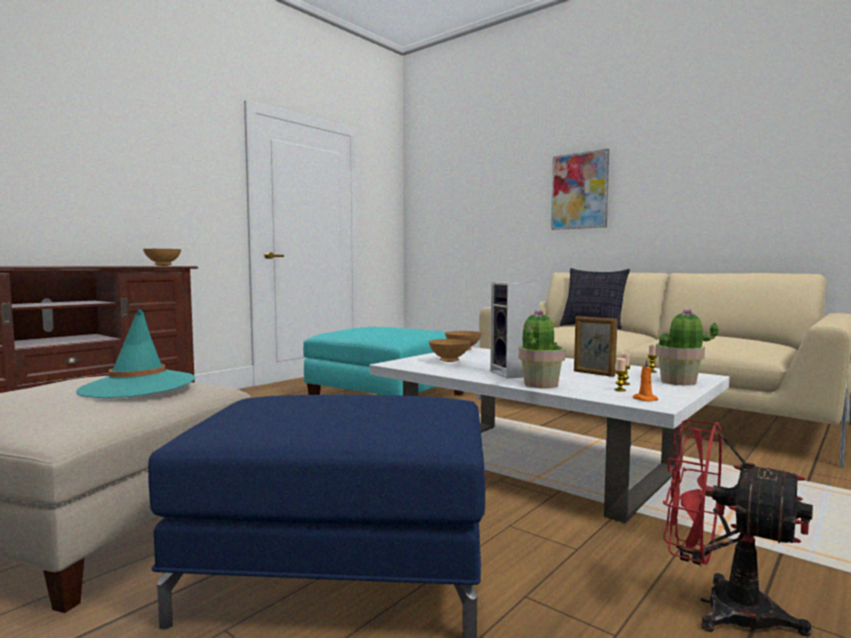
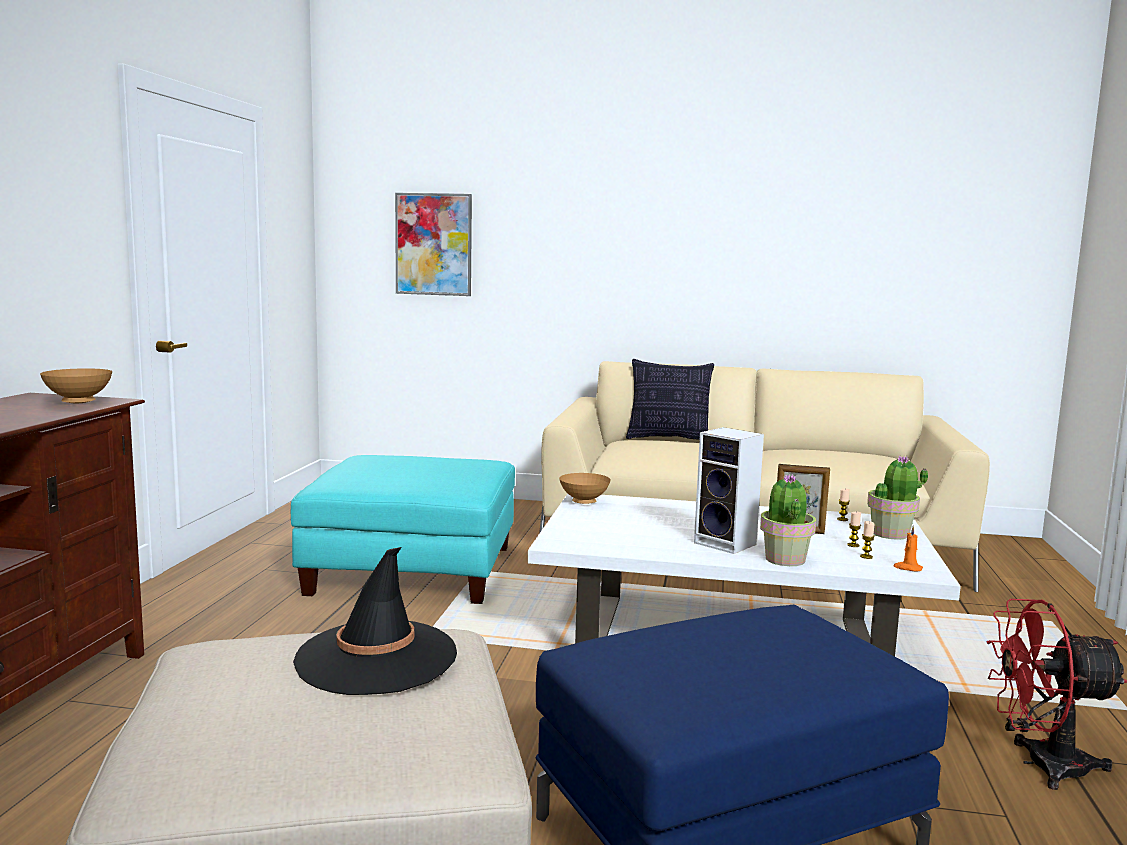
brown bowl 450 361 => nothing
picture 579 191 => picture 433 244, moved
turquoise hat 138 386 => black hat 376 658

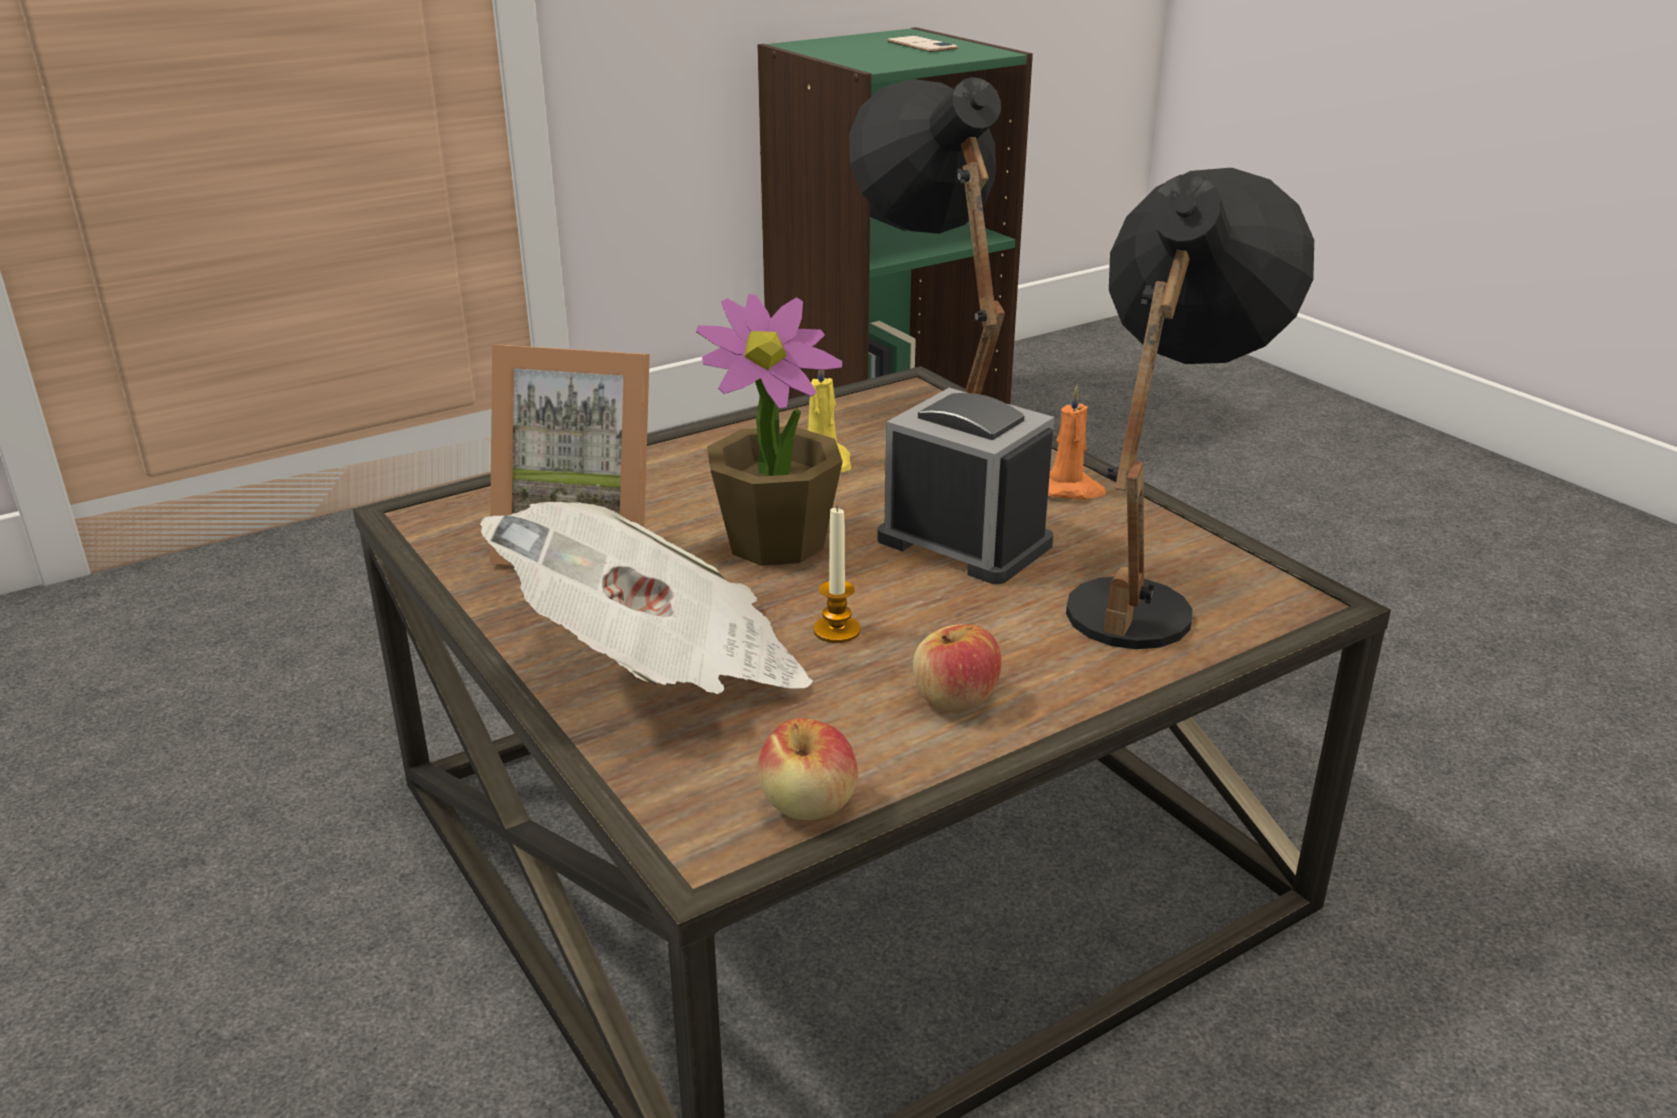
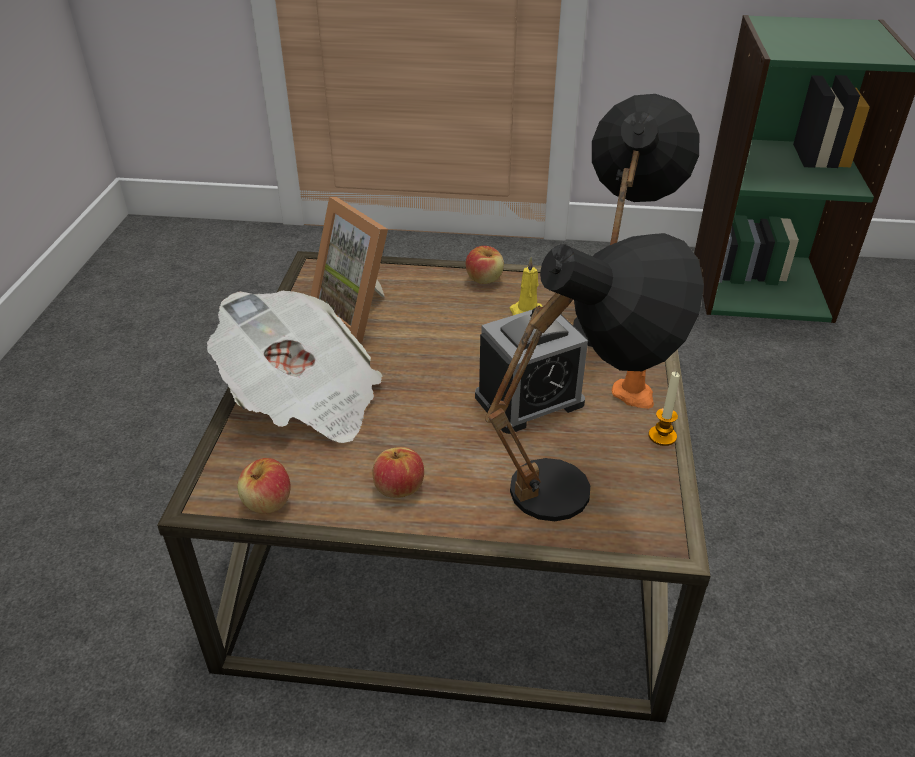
potted plant 776 542 => nothing
phone 922 45 => nothing
nothing => apple 484 278
candle 836 630 => candle 662 436, moved
alarm clock 964 542 => alarm clock 529 400, 75 degrees clockwise

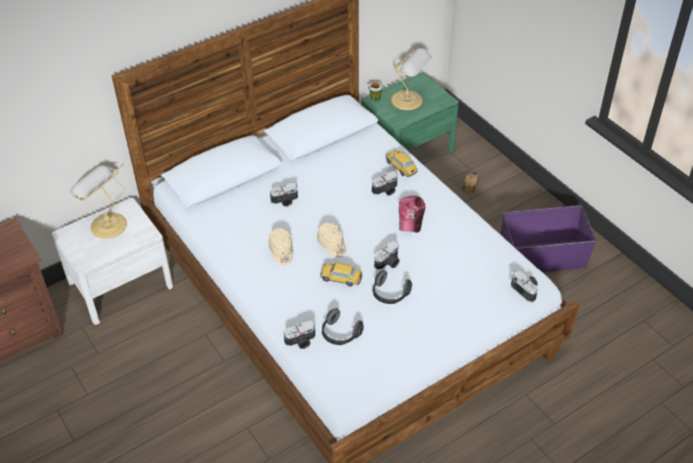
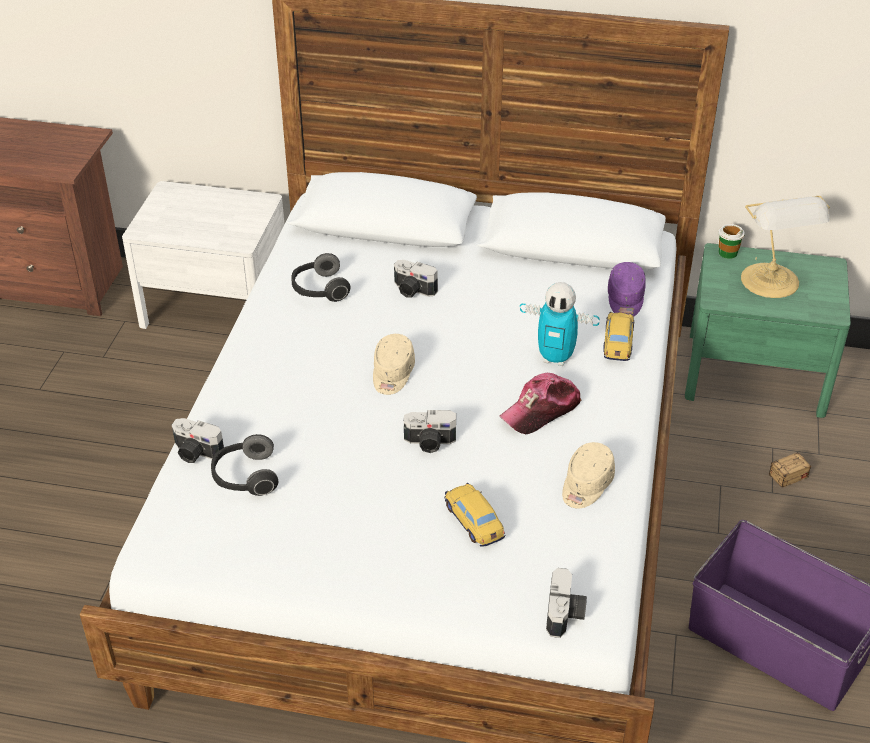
table lamp 107 225 => nothing
nothing => purple cap 625 299
beige cap 281 251 => beige cap 586 485, moved
toy car 341 278 => toy car 474 522, moved
headphones 389 294 => headphones 319 290, moved
photo camera 386 191 => toy robot 555 358

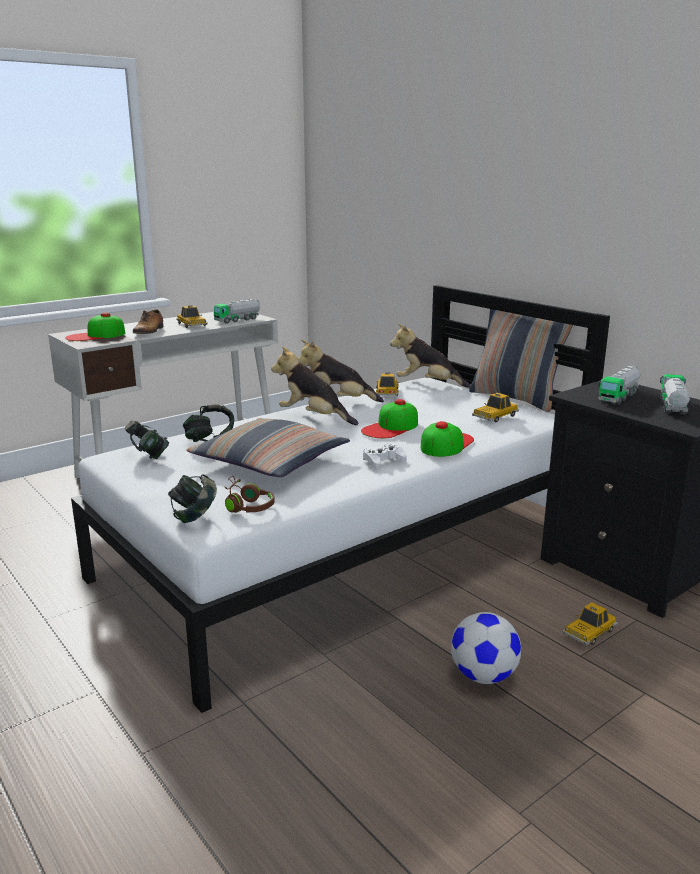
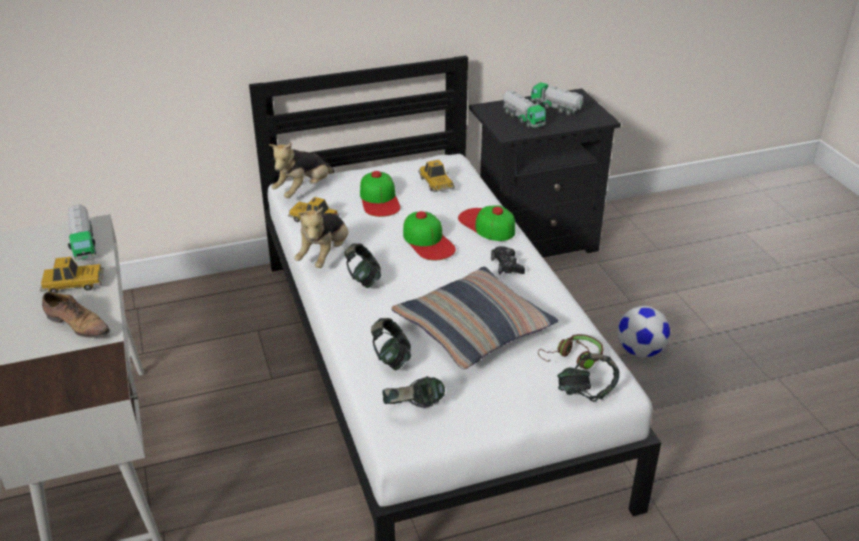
pillow 515 398 => nothing
toy car 589 632 => nothing
cap 95 335 => cap 379 199, moved
plush toy 313 418 => headphones 363 279
white game controller 383 461 => black game controller 507 265

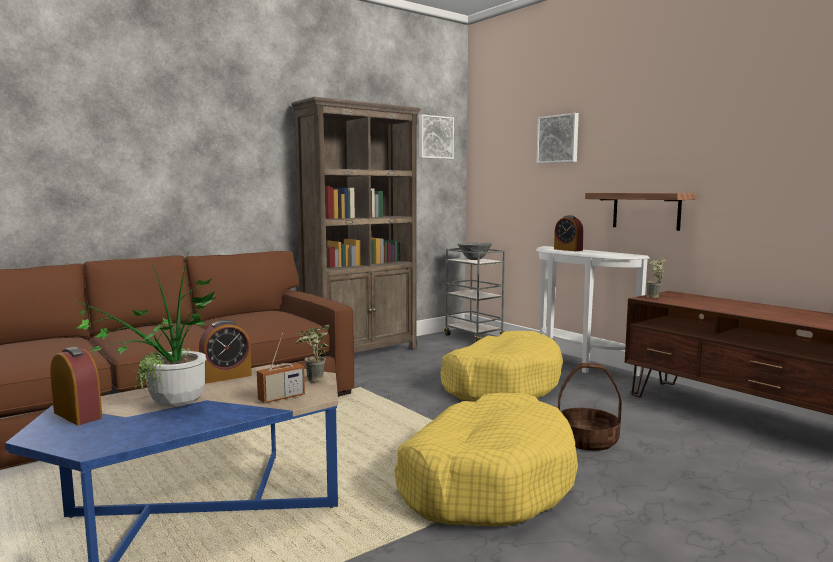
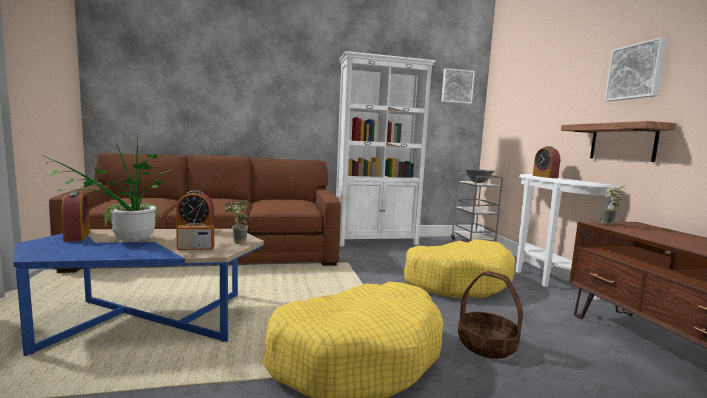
picture 558 139 => picture 636 72, moved
brown bookcase 361 353 => white bookcase 376 241

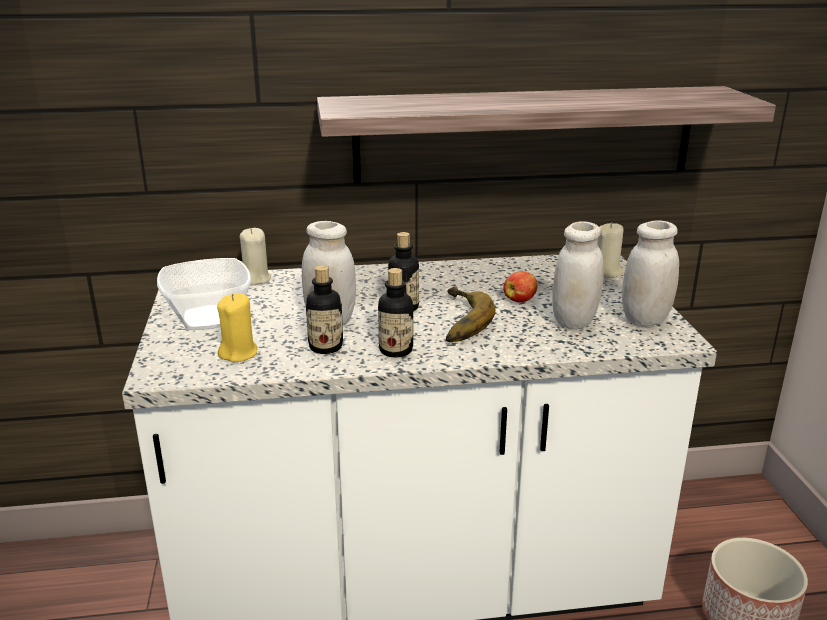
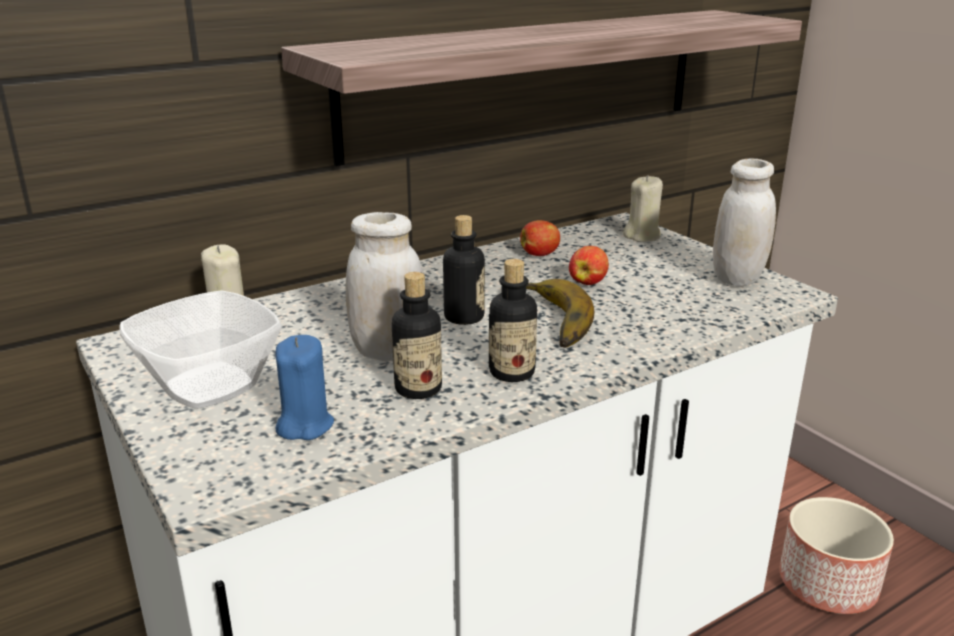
white jar 574 322 => nothing
nothing => apple 540 254
yellow candle 239 353 => blue candle 304 425

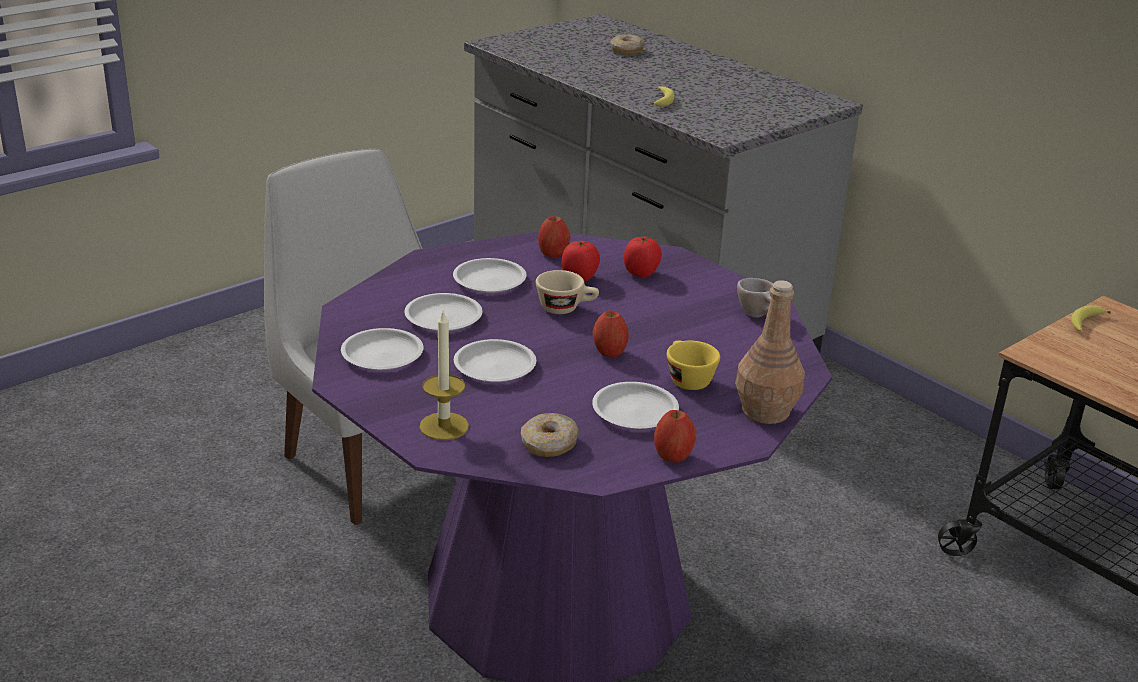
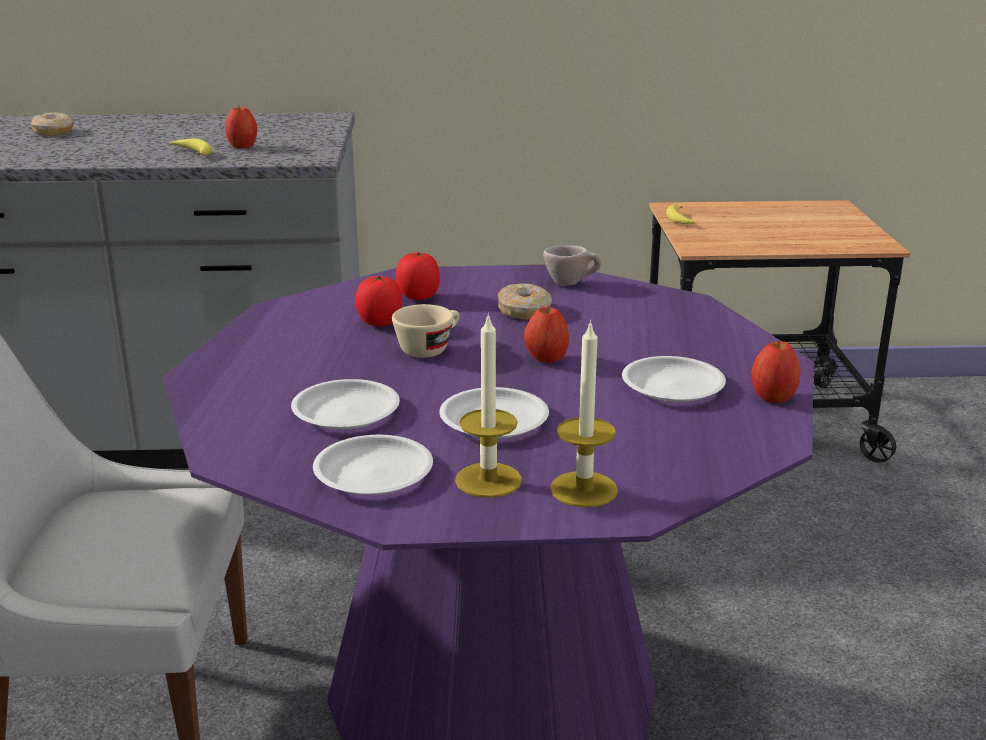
white plate 490 280 => nothing
yellow cup 686 378 => nothing
brown bottle 766 411 => nothing
nothing => candle 488 480
donut 549 444 => donut 524 311, moved
apple 553 253 => apple 243 146, moved

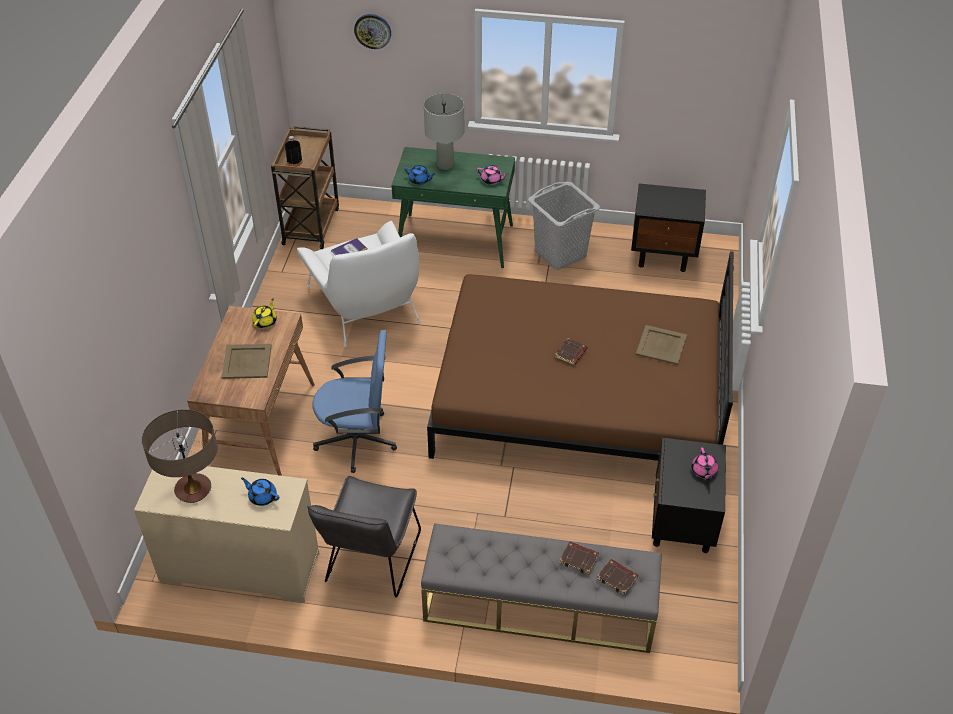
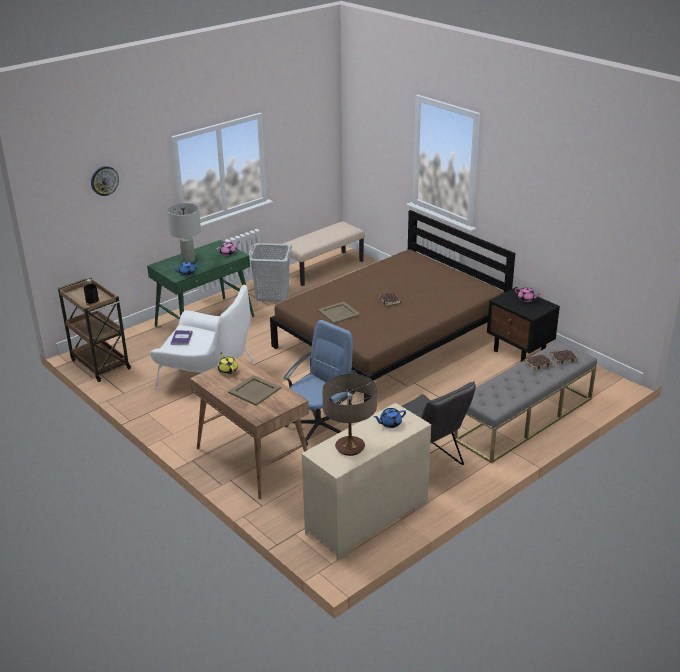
beige tray 660 345 => beige tray 338 313, moved
black nightstand 663 255 => beige bench 323 268

